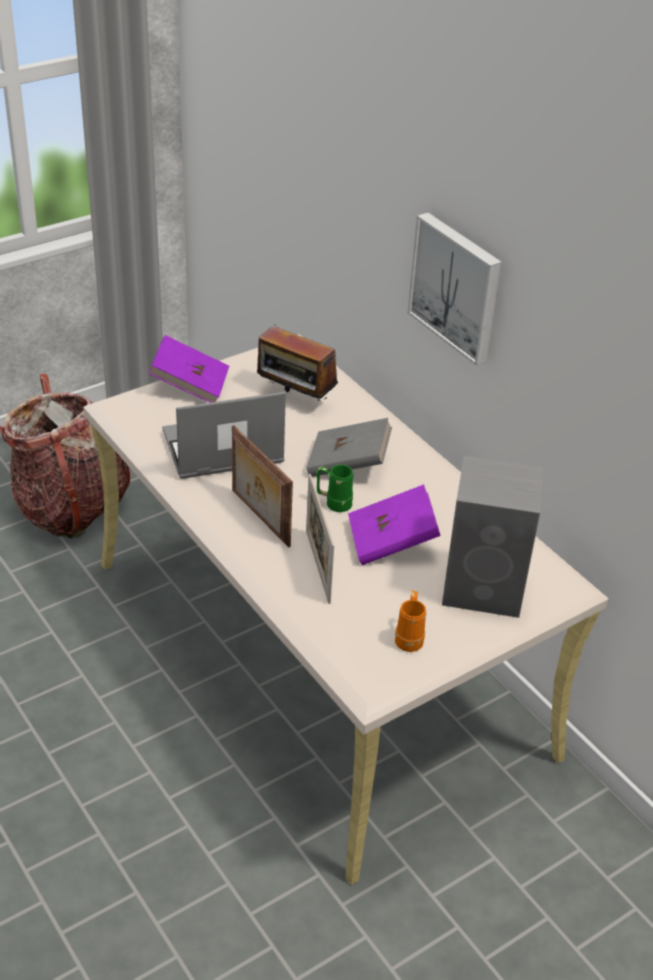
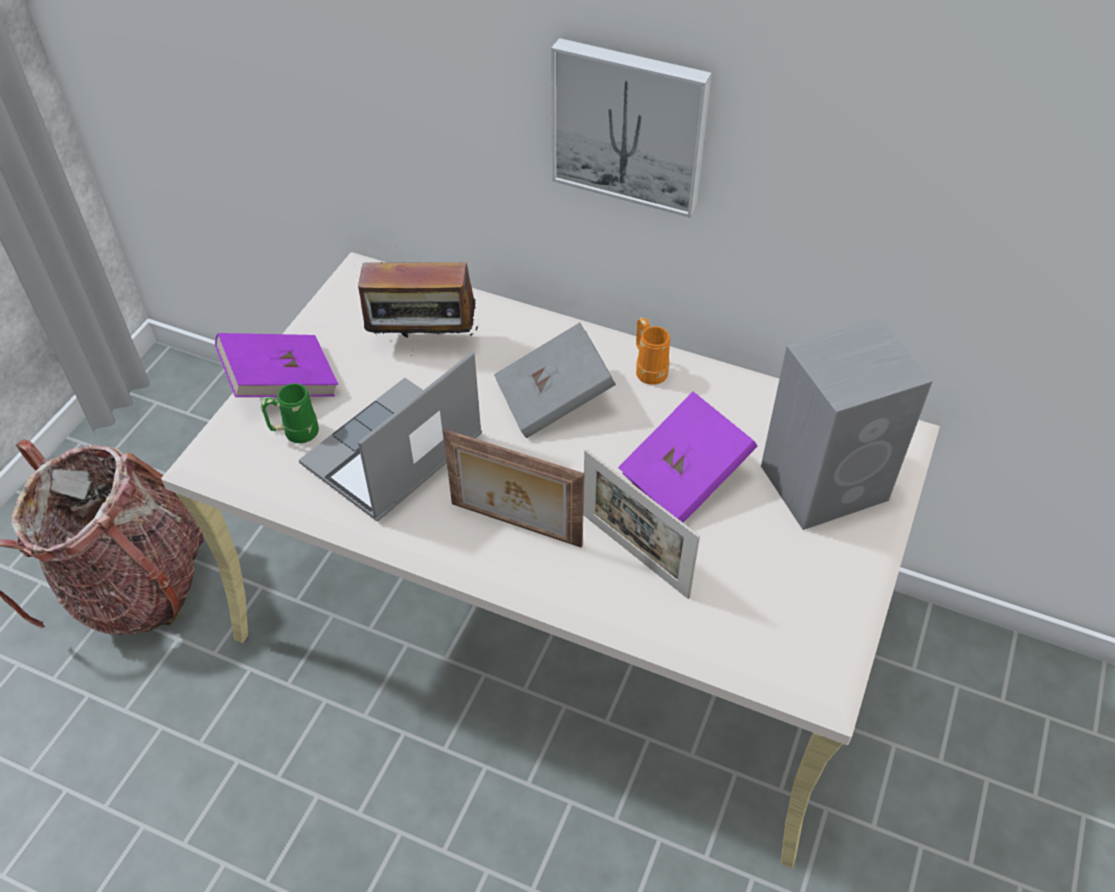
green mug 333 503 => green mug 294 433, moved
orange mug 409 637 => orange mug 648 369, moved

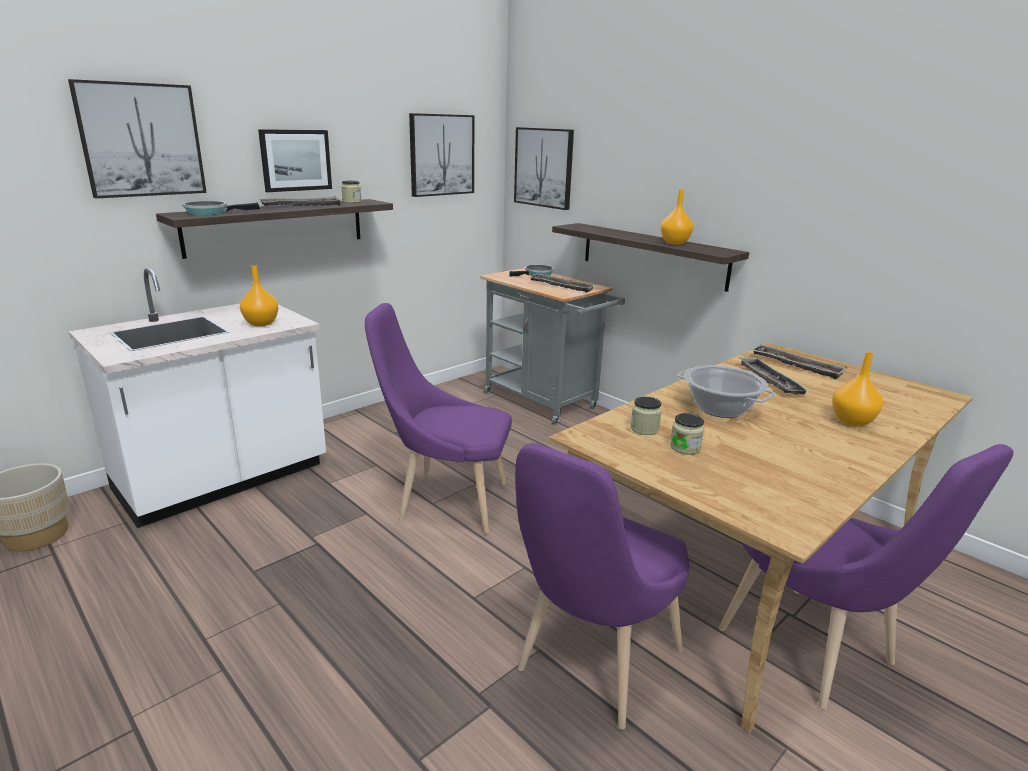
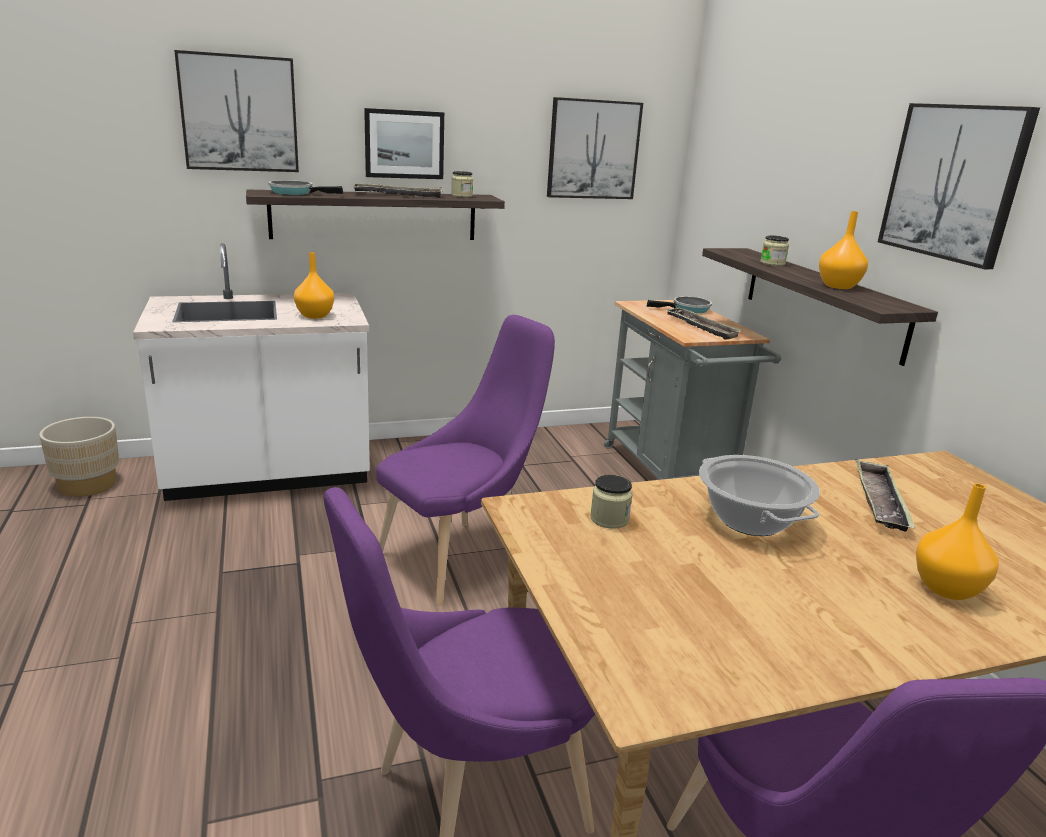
tray 796 365 => nothing
picture 544 167 => picture 953 182, moved
jar 685 447 => jar 772 263, moved
purple chair 446 501 => purple chair 460 557, 105 degrees clockwise

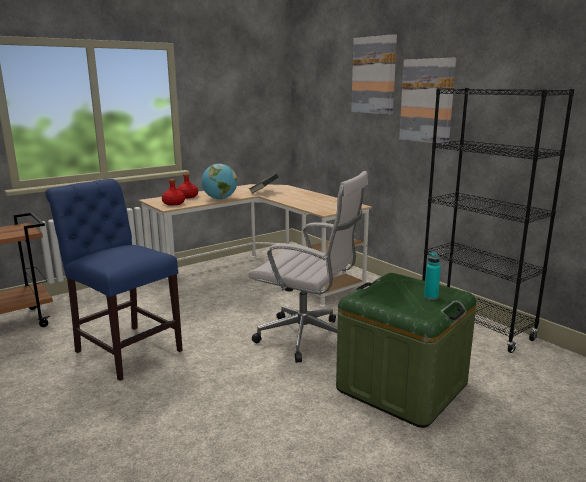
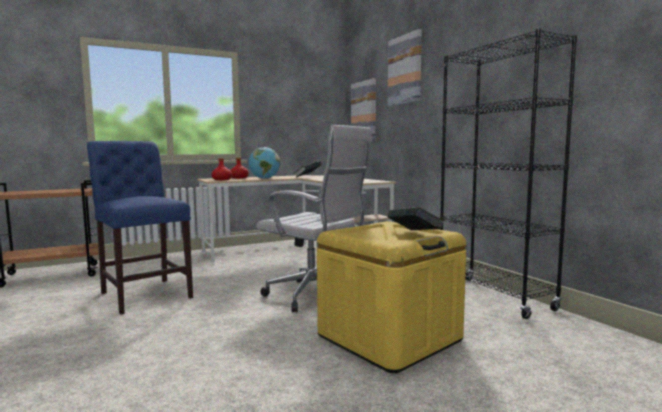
picture 427 101 => picture 364 110, moved
turquoise bottle 431 297 => book 414 234
green storage box 402 387 => yellow storage box 389 338

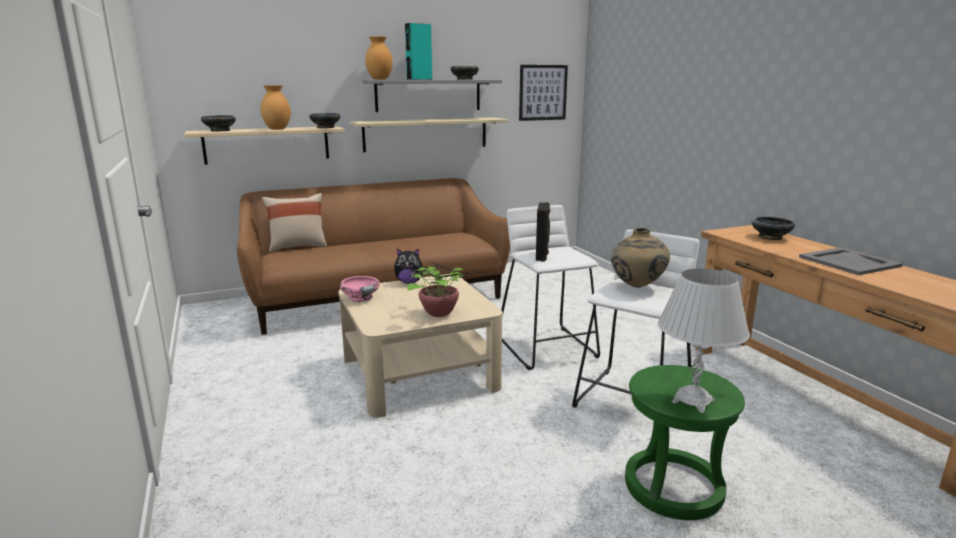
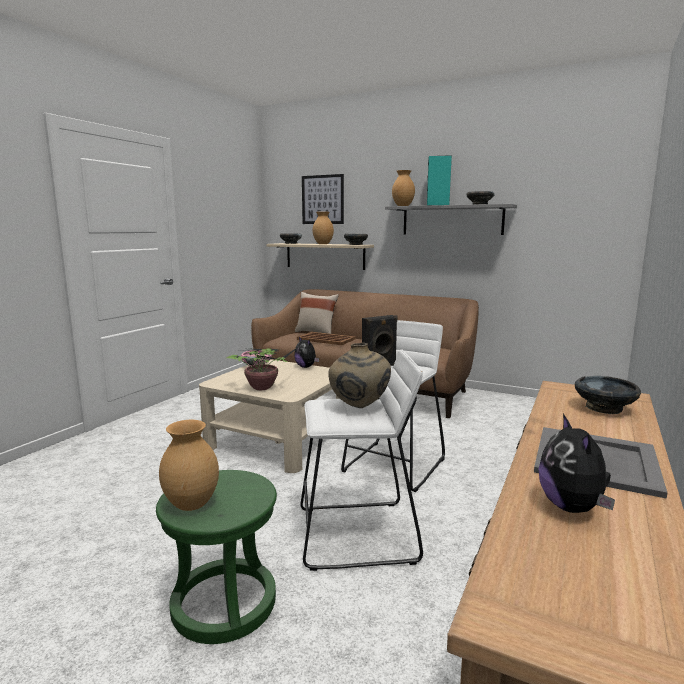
beige shelf 426 134 => nothing
nothing => brown tray 325 339
nothing => plush toy 572 507
picture 543 92 => picture 322 199, moved
white table lamp 693 401 => brown vase 193 505

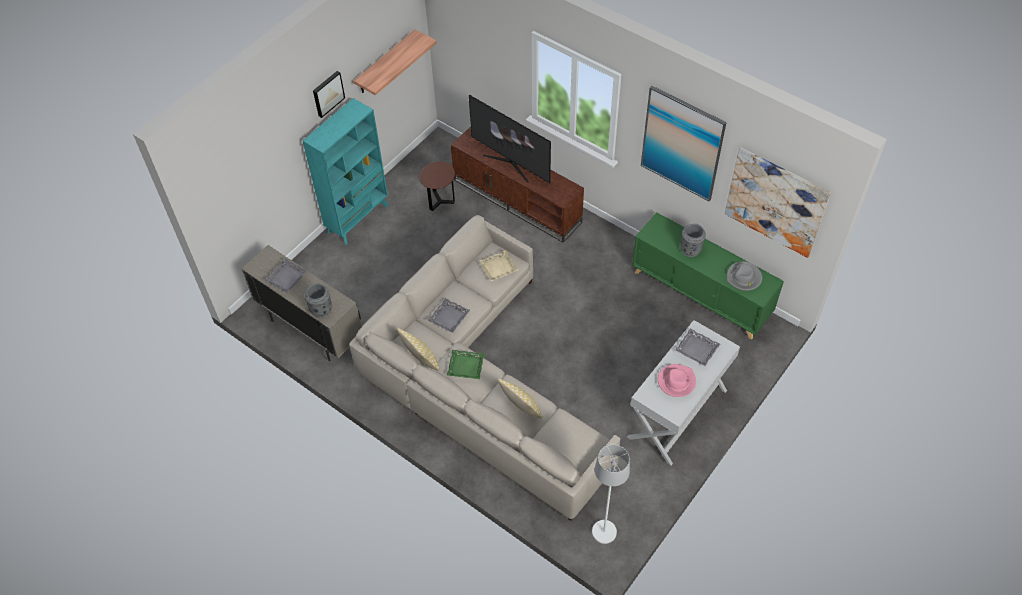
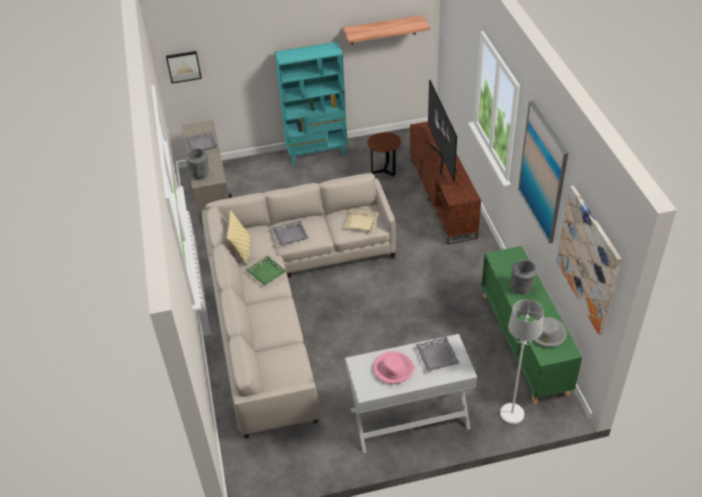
pillow 521 409 => nothing
picture 327 93 => picture 183 66, moved
white floor lamp 603 532 => white floor lamp 511 414, moved

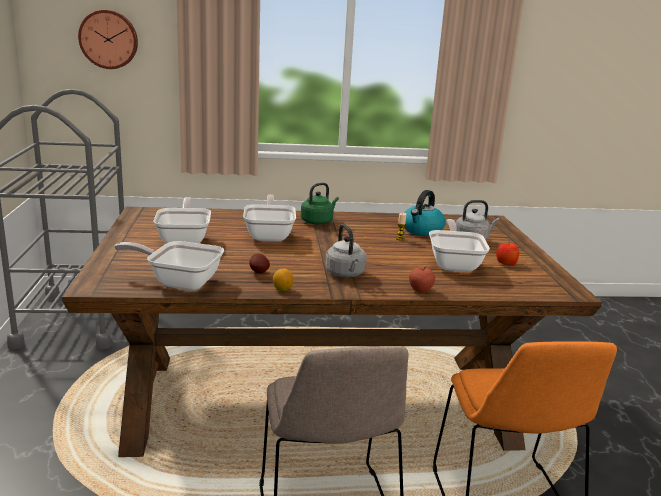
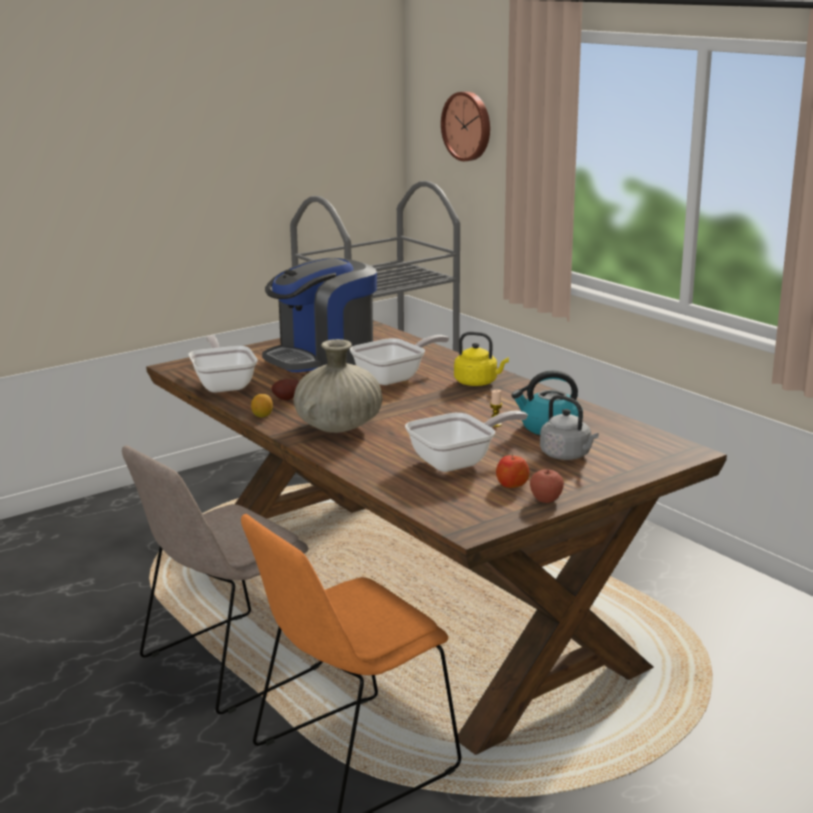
apple 420 290 => apple 546 499, moved
frying pan 185 239 => coffee machine 323 358
grey kettle 346 274 => beige vase 339 427
green kettle 318 221 => yellow kettle 478 383

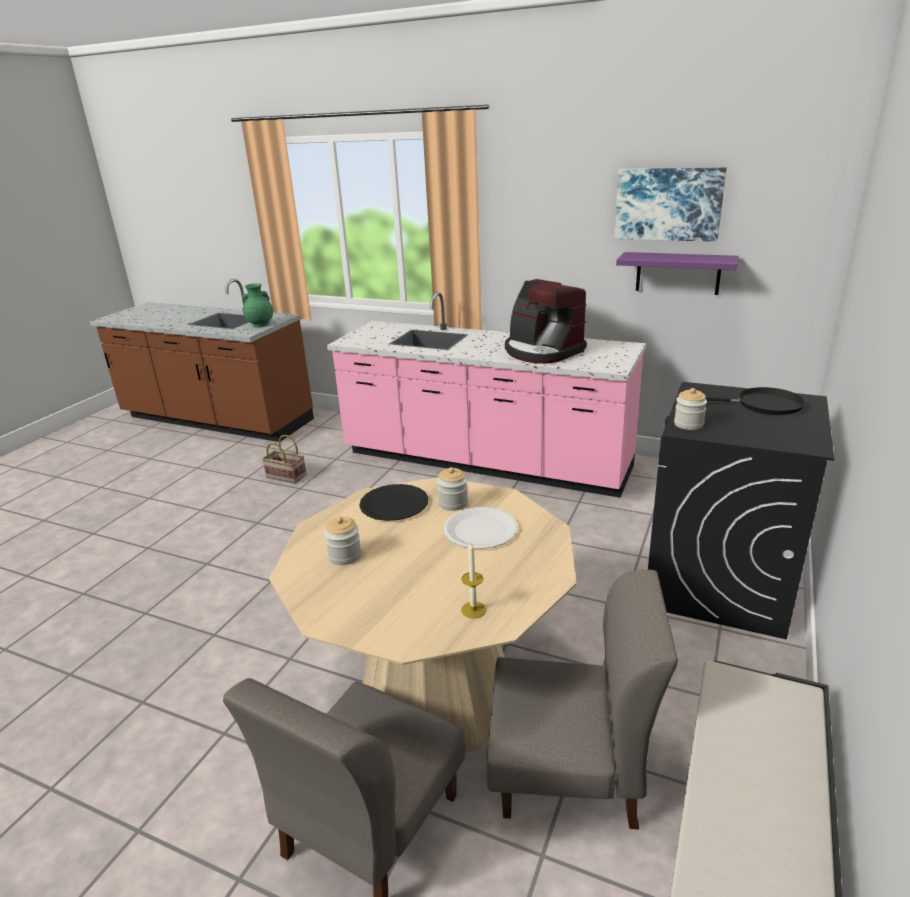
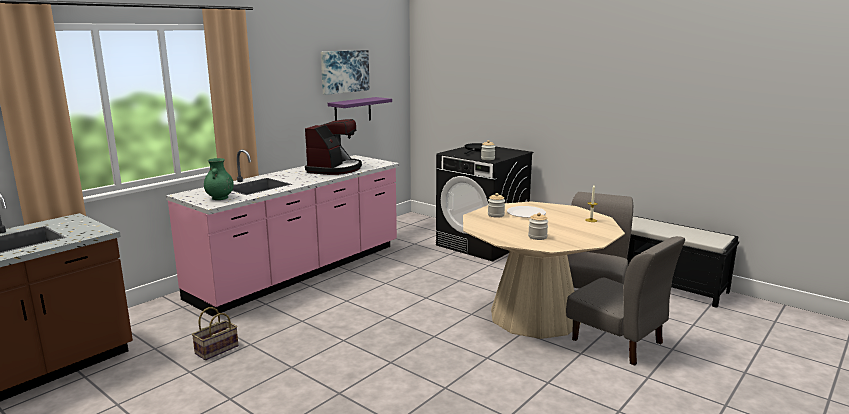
black plate 394 504 => nothing
green vase 260 325 => green vase 220 198, moved
coffee machine 542 351 => coffee machine 335 169, 45 degrees counterclockwise

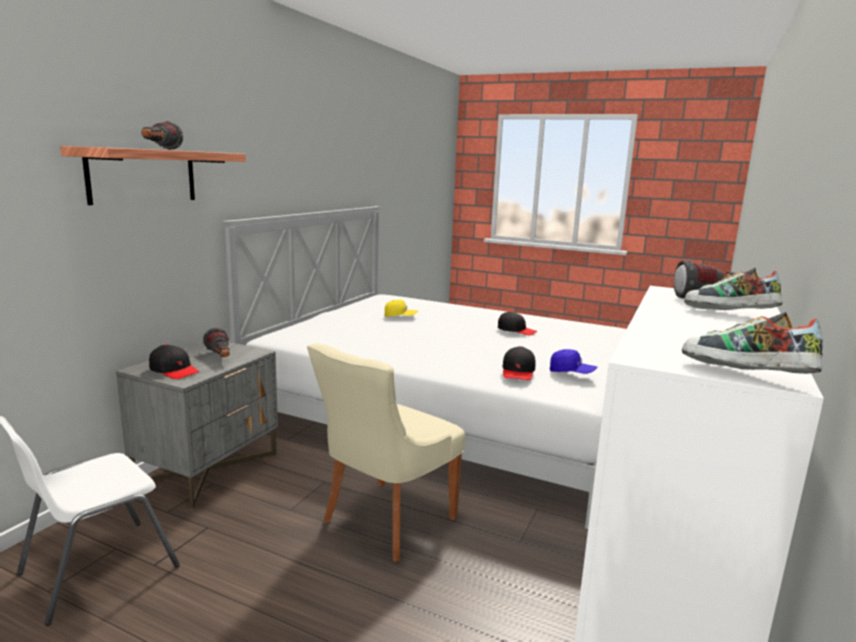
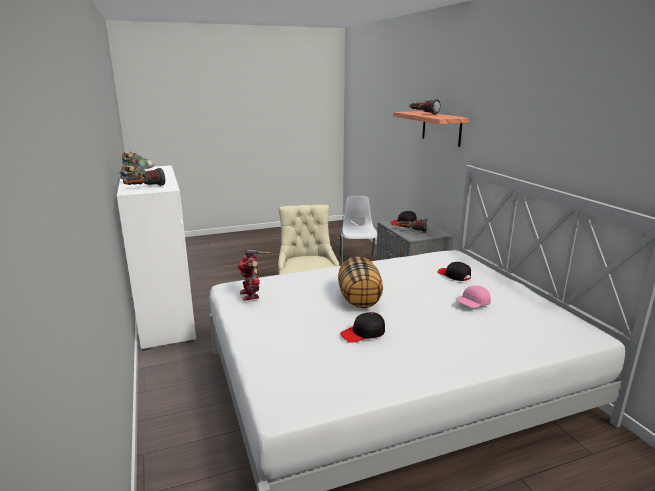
nothing => pillow 360 299
black cap 518 371 => black cap 454 275, moved
blue cap 572 372 => toy robot 251 294
yellow cap 400 316 => pink cap 472 304

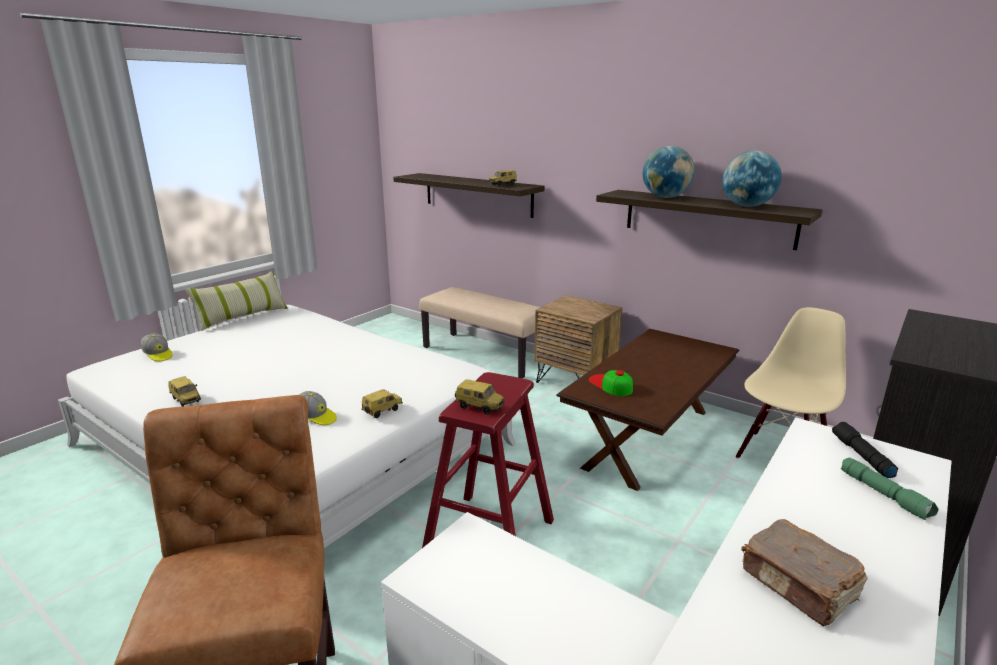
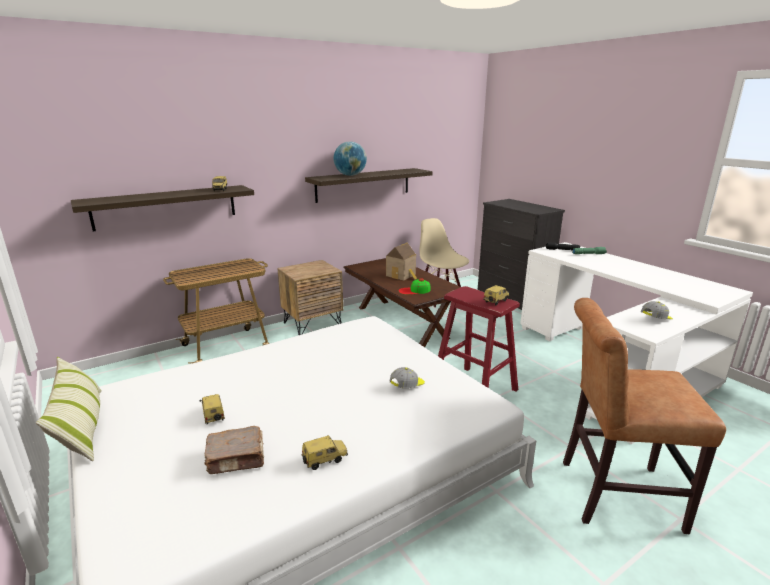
globe 747 206 => nothing
nothing => toy house 402 275
cap 158 355 => cap 656 319, moved
toy car 382 411 => toy car 213 416, moved
brown book 799 585 => brown book 237 459, moved
beige bench 485 354 => cart 227 347

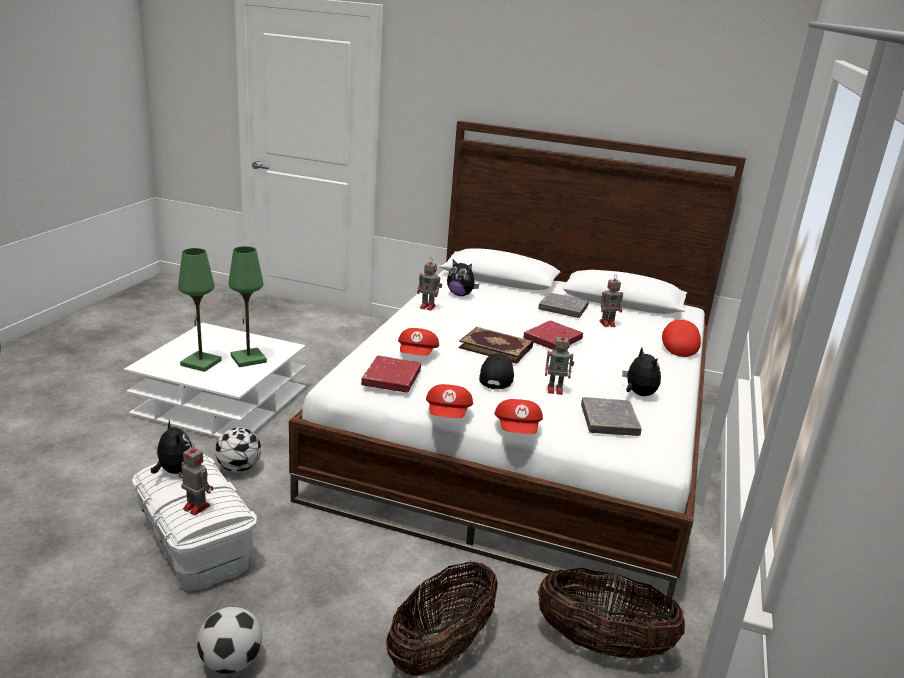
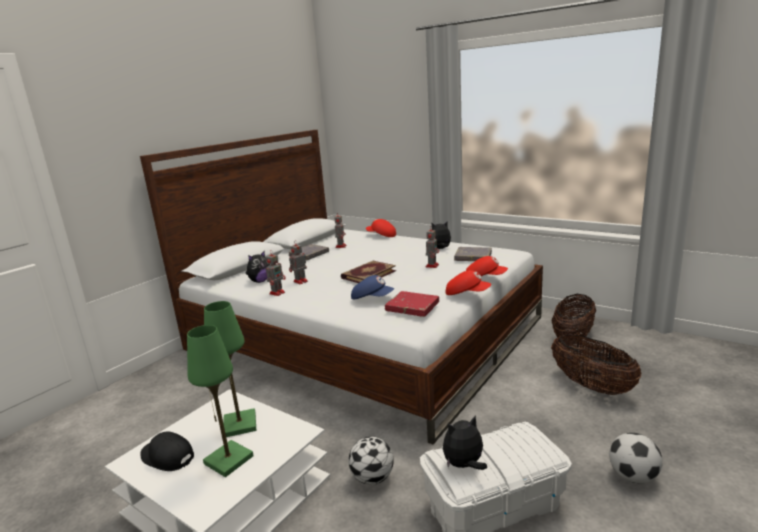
red book 553 339 => nothing
toy robot 195 506 => toy robot 300 281, moved
black cap 496 377 => black cap 167 457, moved
red cap 417 355 => blue cap 372 298

